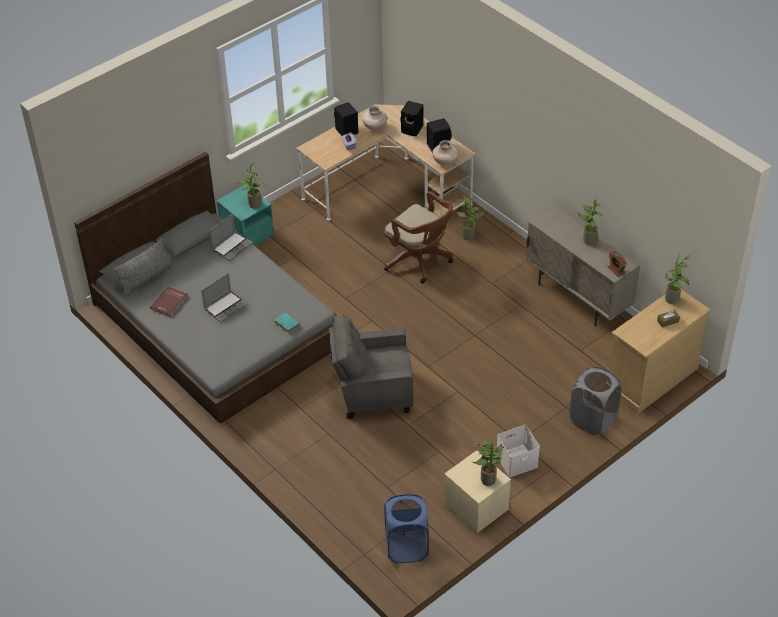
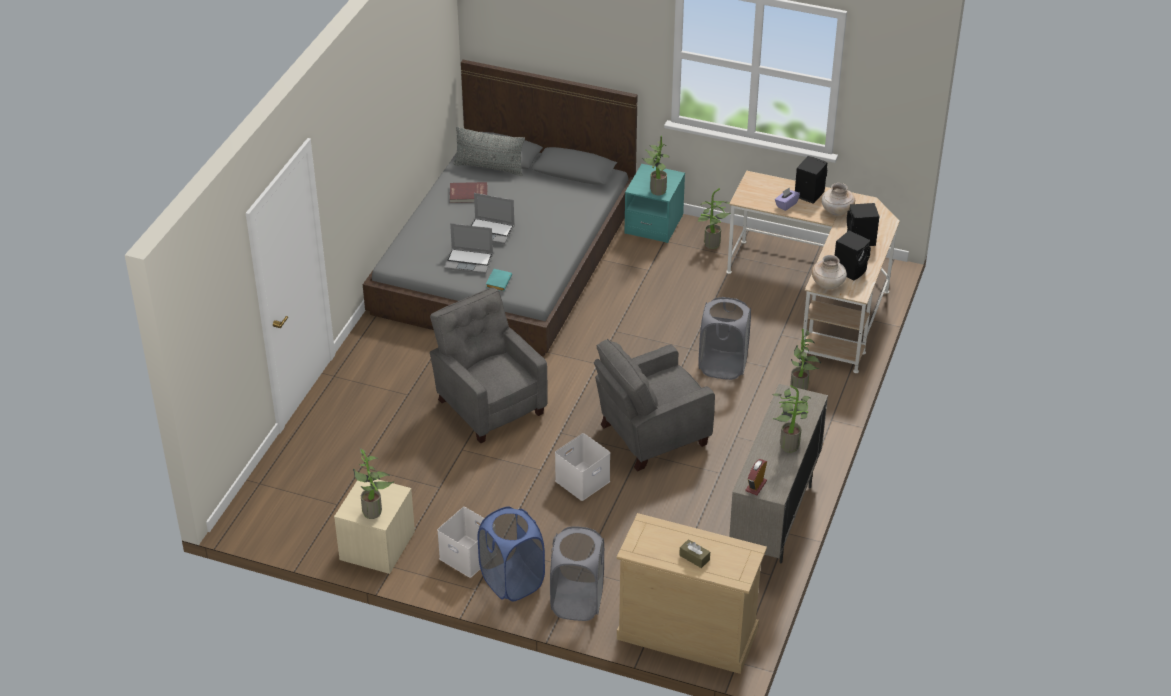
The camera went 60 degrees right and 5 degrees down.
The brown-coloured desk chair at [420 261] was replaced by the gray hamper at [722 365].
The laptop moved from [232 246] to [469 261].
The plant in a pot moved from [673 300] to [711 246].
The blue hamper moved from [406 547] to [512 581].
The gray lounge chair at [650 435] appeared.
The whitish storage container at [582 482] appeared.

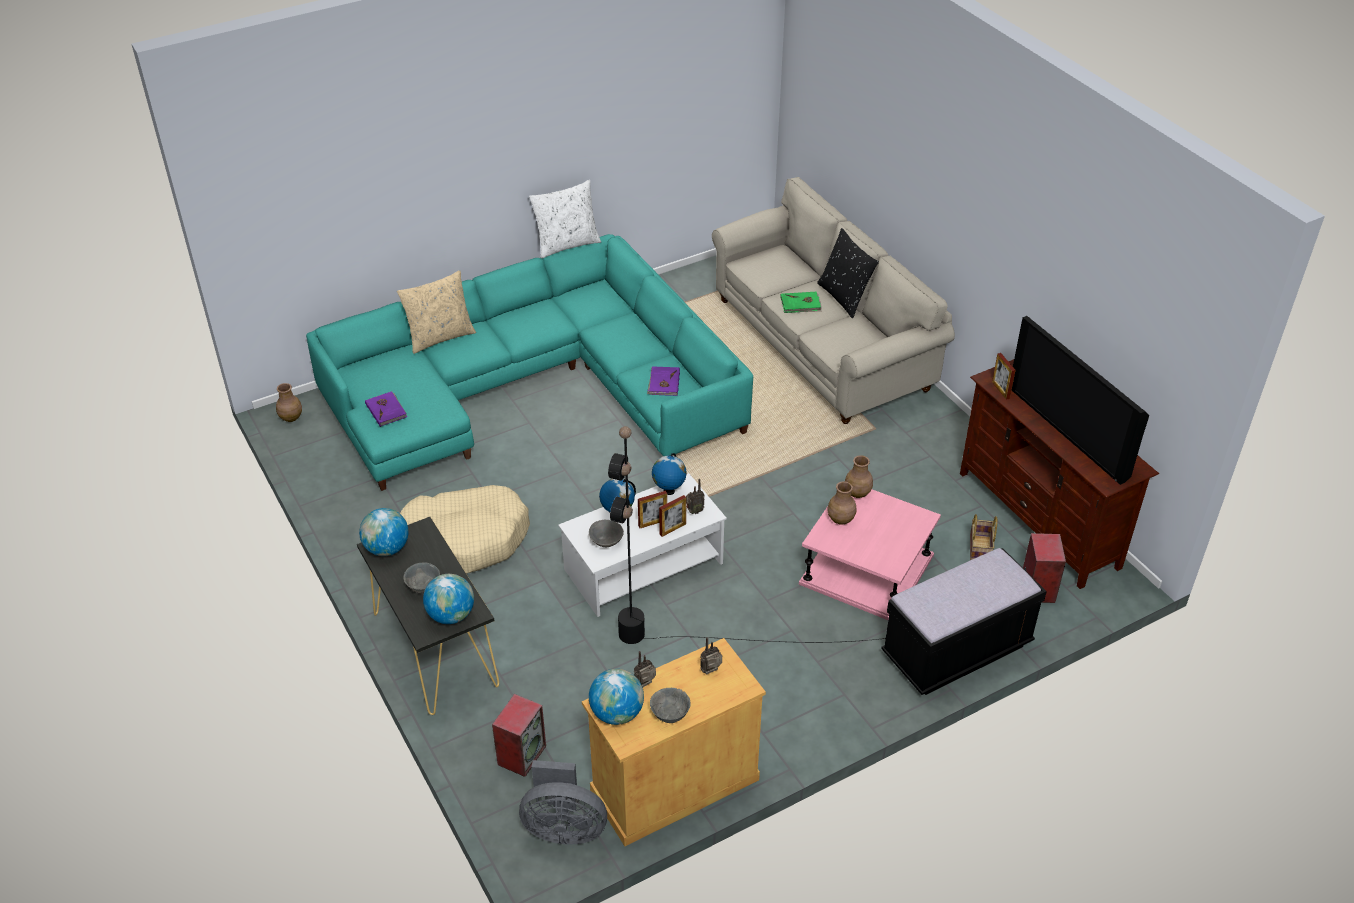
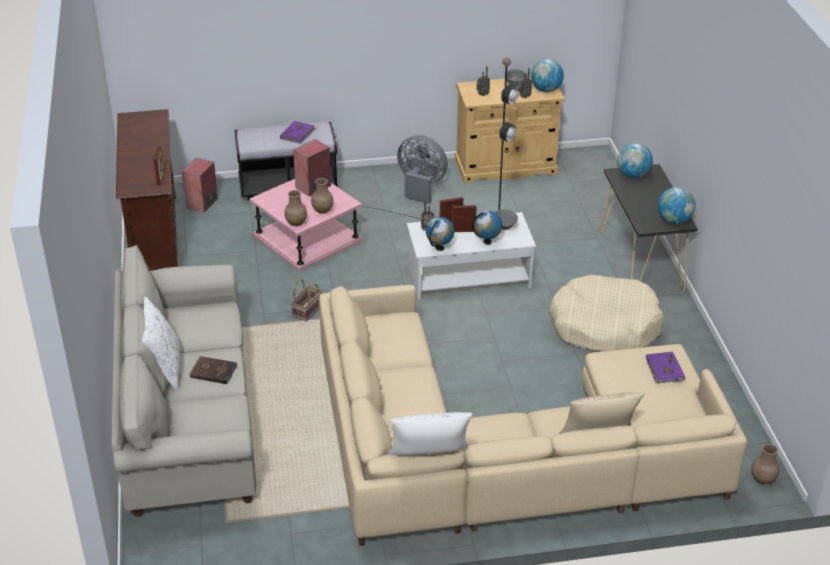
The camera went 160 degrees left and 5 degrees down.
The black-coloured throw pillow at [844 297] became the whitish throw pillow at [164 368].
The turquoise-coloured sofa at [535 386] became the beige sofa at [501 450].
The green-coloured book at [801 304] became the brown-coloured book at [213 371].
The TV set at [1070 431] disappeared.
The purple book moved from [663 383] to [298 133].
The household basket moved from [980 549] to [307 310].
The gray bowl at [424 586] disappeared.
The speaker moved from [521 754] to [313 187].
The gray fan moved from [563 828] to [420 186].

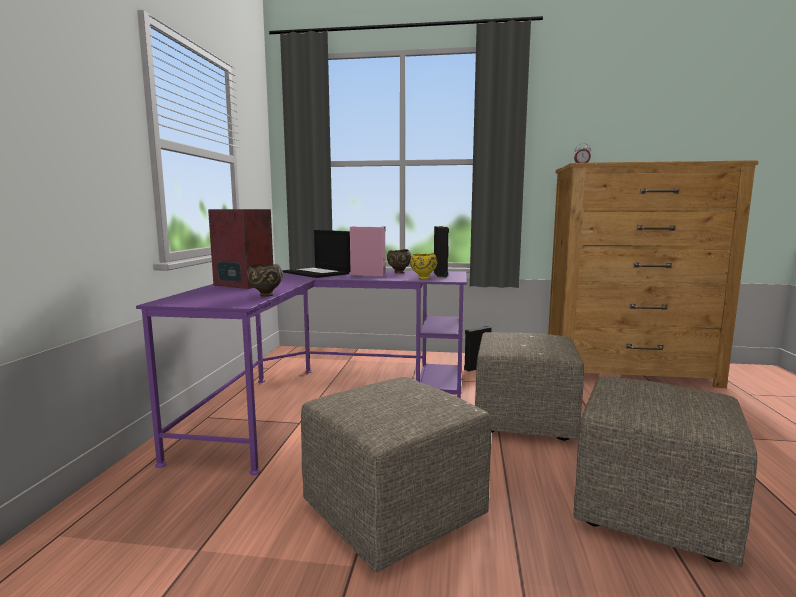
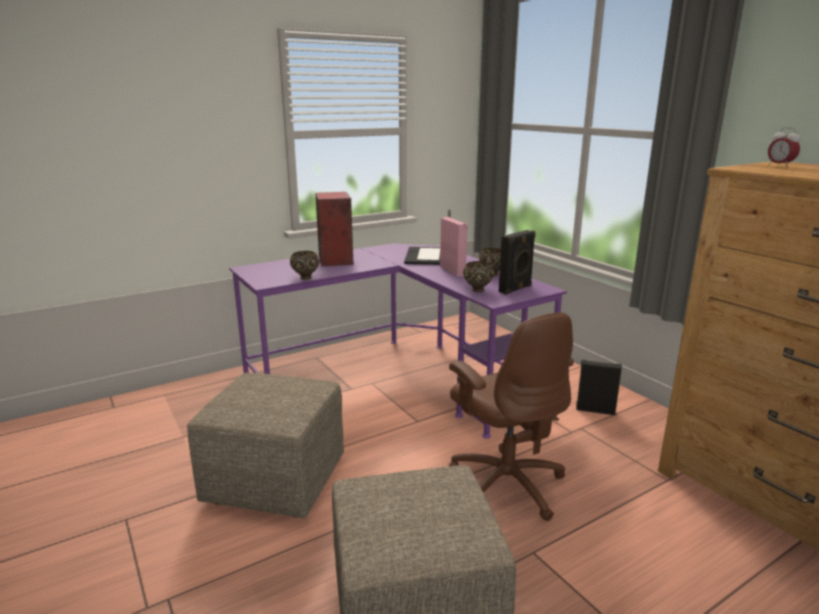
The camera went 50 degrees right and 10 degrees up.
The yellow bowl at [423 278] became the brown-coloured bowl at [477 290].
The beige ottoman at [524 421] was replaced by the brown-coloured desk chair at [506 484].

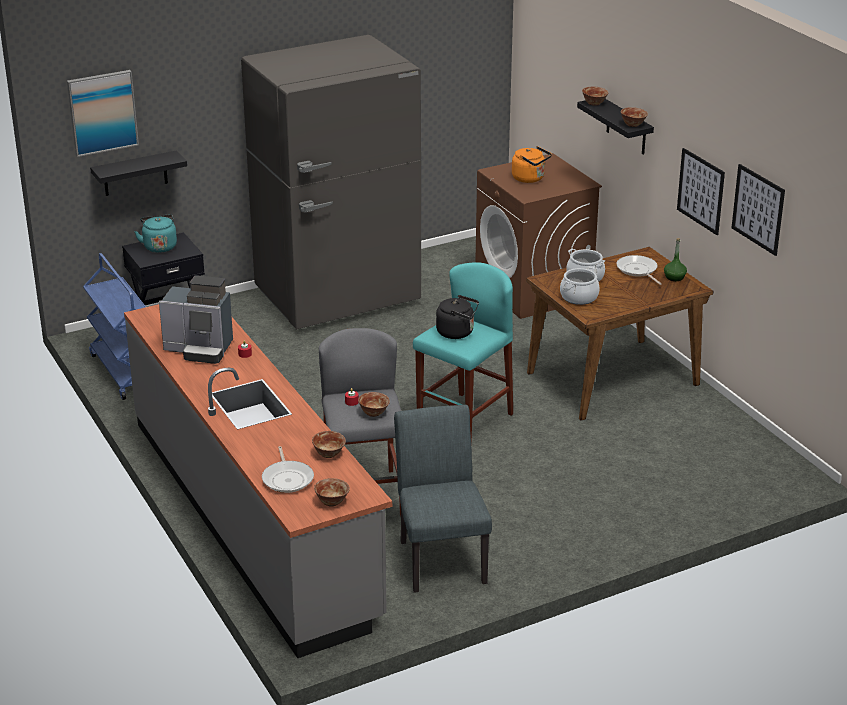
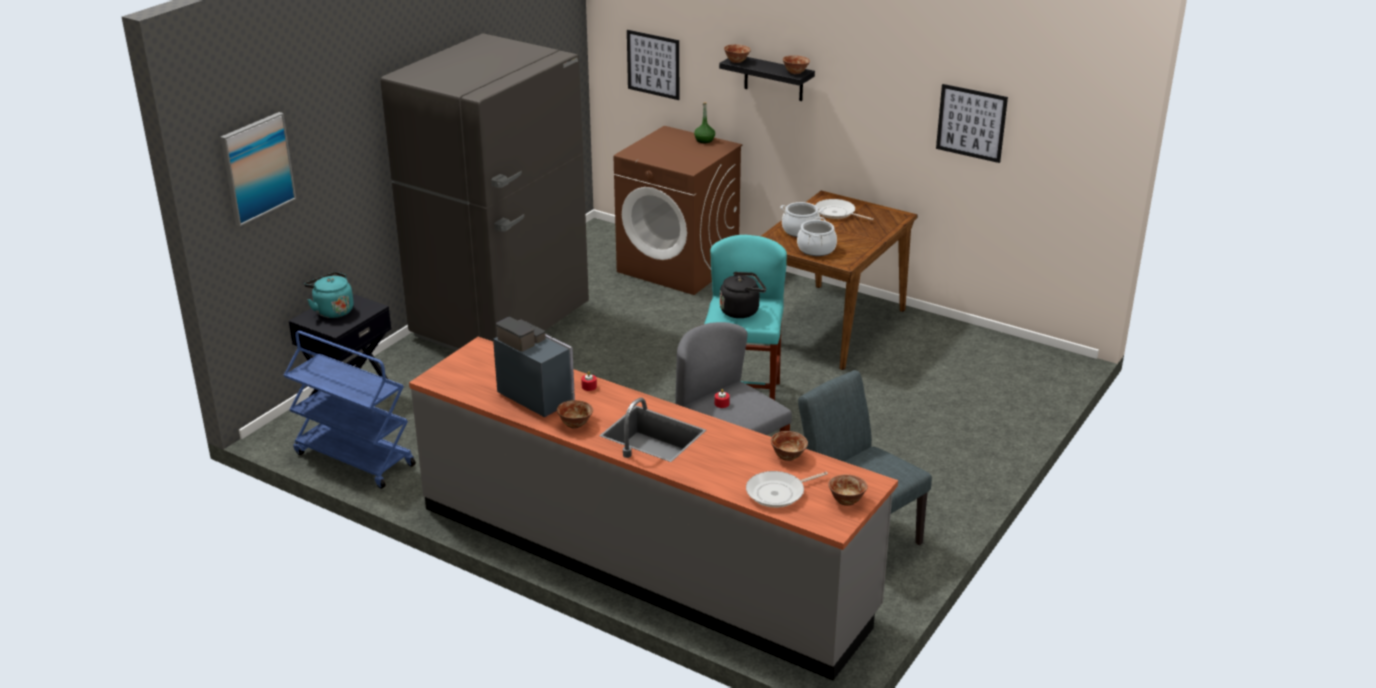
The camera went 30 degrees left and 0 degrees up.
The orange kettle at [530 178] disappeared.
The picture moved from [700 191] to [653 64].
The black-coloured shelf at [135 173] disappeared.
The green-coloured drink bottle moved from [674 277] to [704 140].
The coffee maker at [200 349] turned 120 degrees counterclockwise.
The bowl moved from [373 413] to [575 424].
The frying pan at [287 478] turned 105 degrees clockwise.

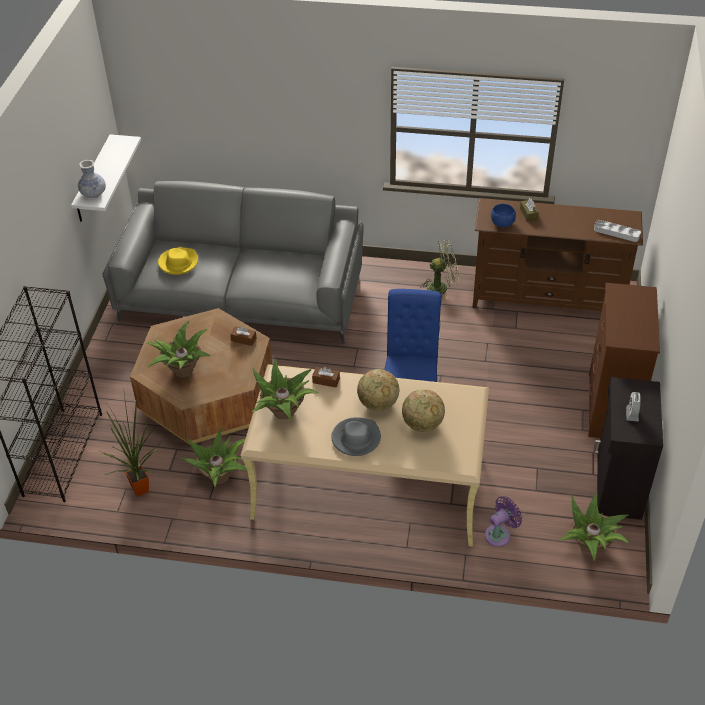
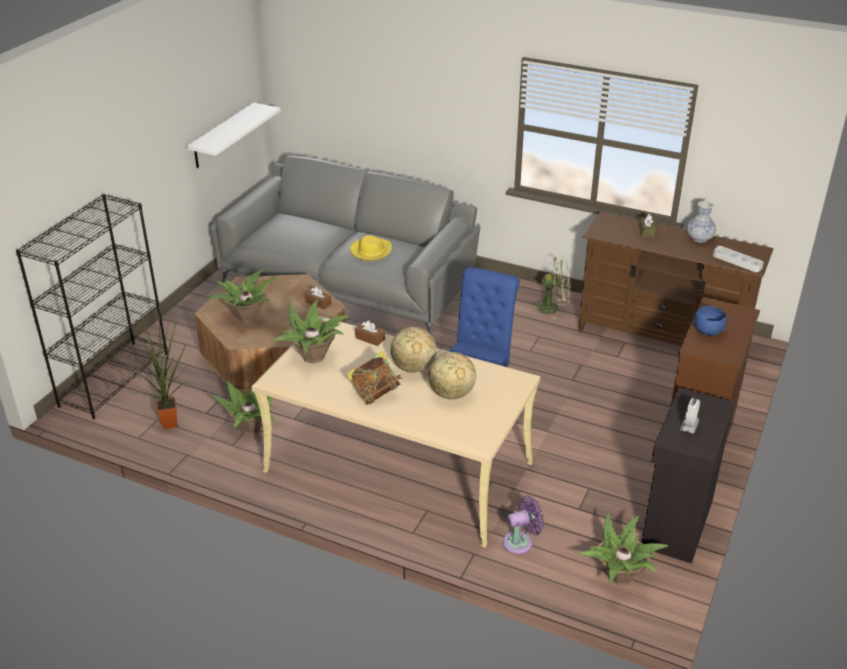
The camera went 15 degrees right and 10 degrees down.
The vase moved from [93 194] to [699 238].
The blue bowl moved from [502 223] to [707 331].
The yellow clothing hat moved from [178 263] to [371 251].
The gray clothing hat at [356 438] was replaced by the book at [375 393].

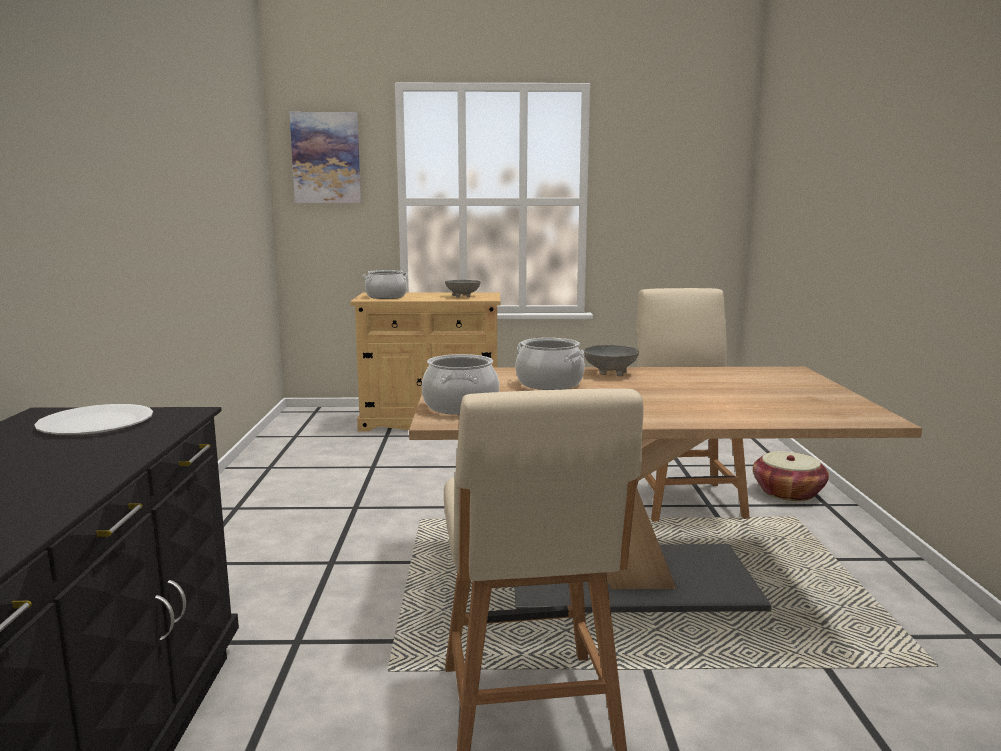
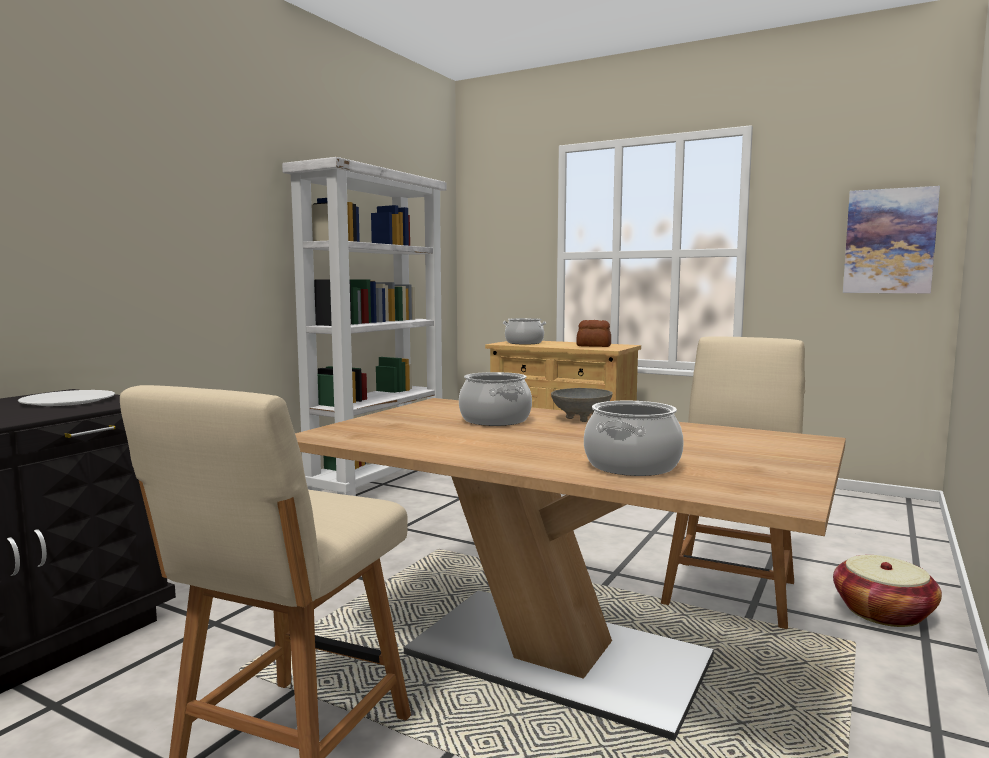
The camera went 30 degrees right and 5 degrees down.
The picture moved from [326 158] to [889 241].
The gray bowl at [463 296] was replaced by the baked bread at [594 346].
The saucepot moved from [460 406] to [631 466].
The whitish bookcase at [378 484] appeared.

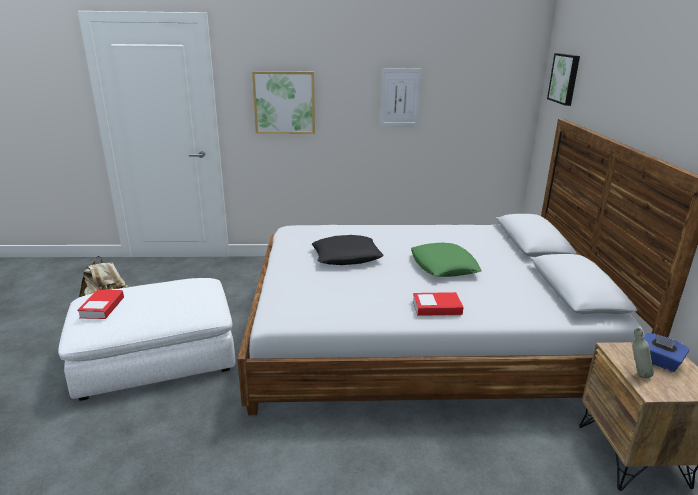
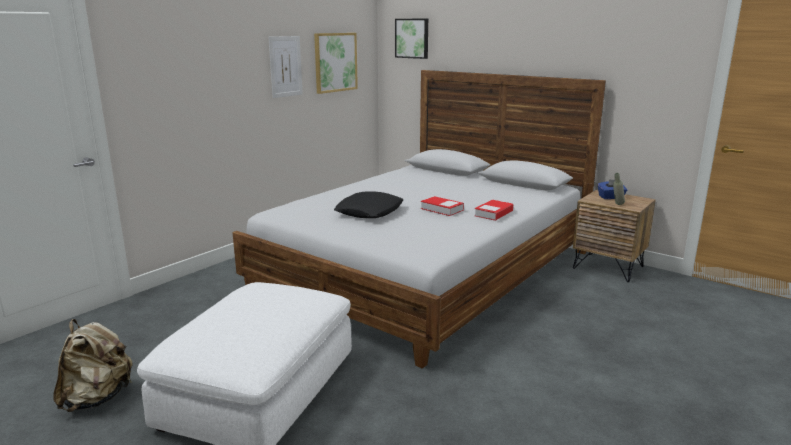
The camera went 50 degrees left and 5 degrees down.
The picture moved from [284 102] to [335 62].
The green-coloured throw pillow at [444 266] disappeared.
The book moved from [102 307] to [442 209].

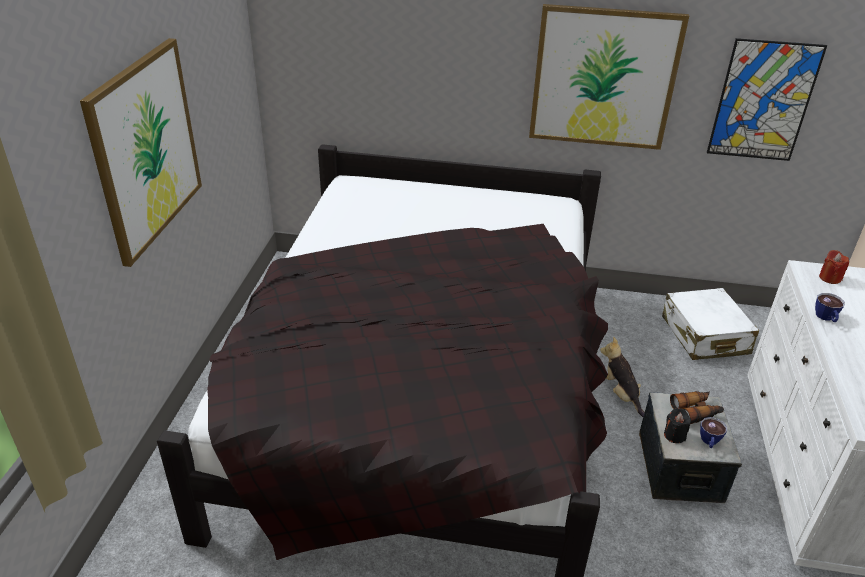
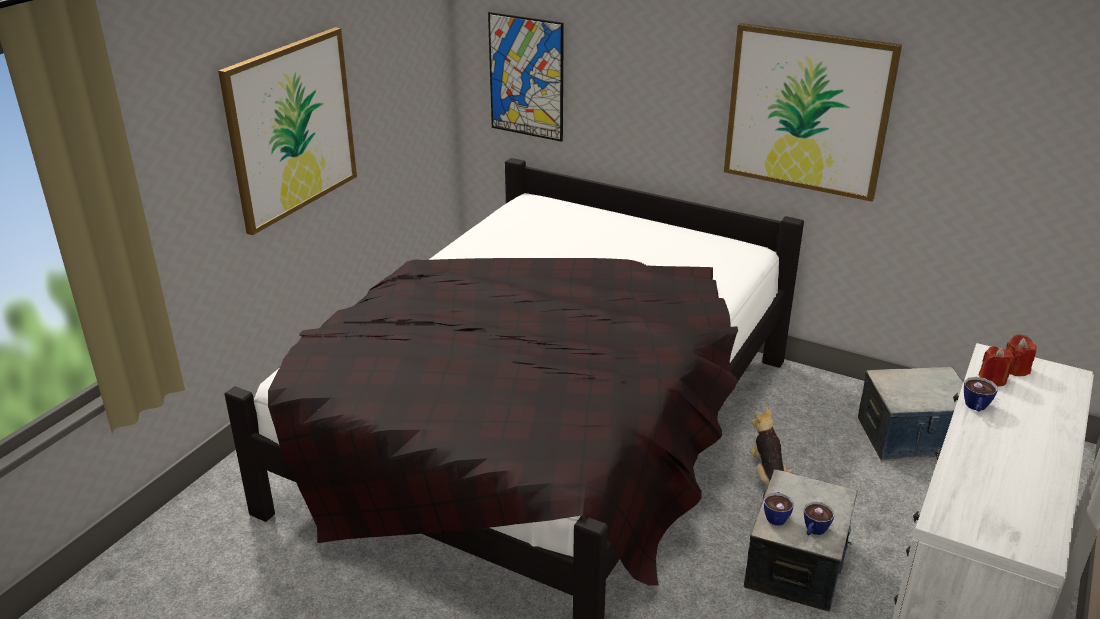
The camera went 20 degrees right and 5 degrees down.
The picture moved from [763 101] to [526 77].
The whitish suitcase at [704 335] was replaced by the storage container at [911 438].
The field glasses at [696 411] disappeared.
The black-coloured wax light at [674 435] was replaced by the small cup at [776 516].
The red-coloured wax light at [992 379] appeared.

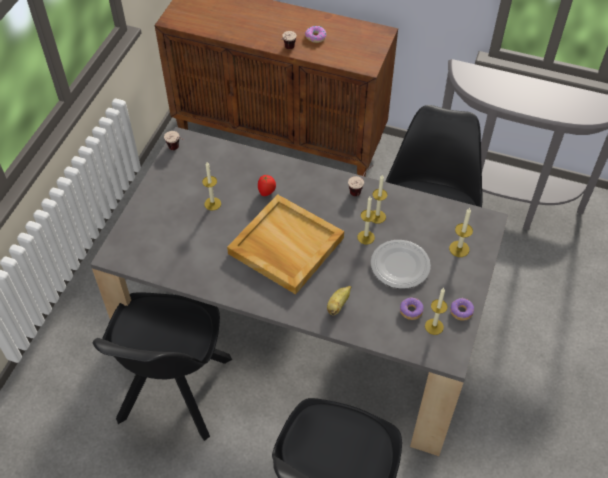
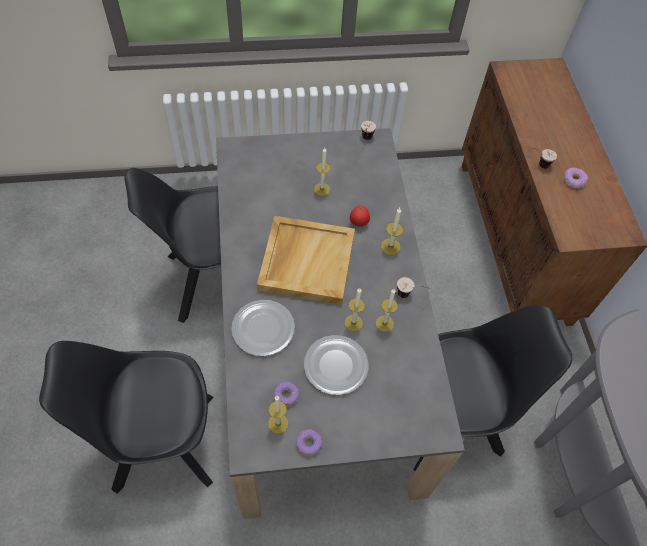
The camera went 60 degrees right and 5 degrees up.
The wax light moved from [459 249] to [390 246].
The banana fruit at [338 305] was replaced by the dinner plate at [262 329].

